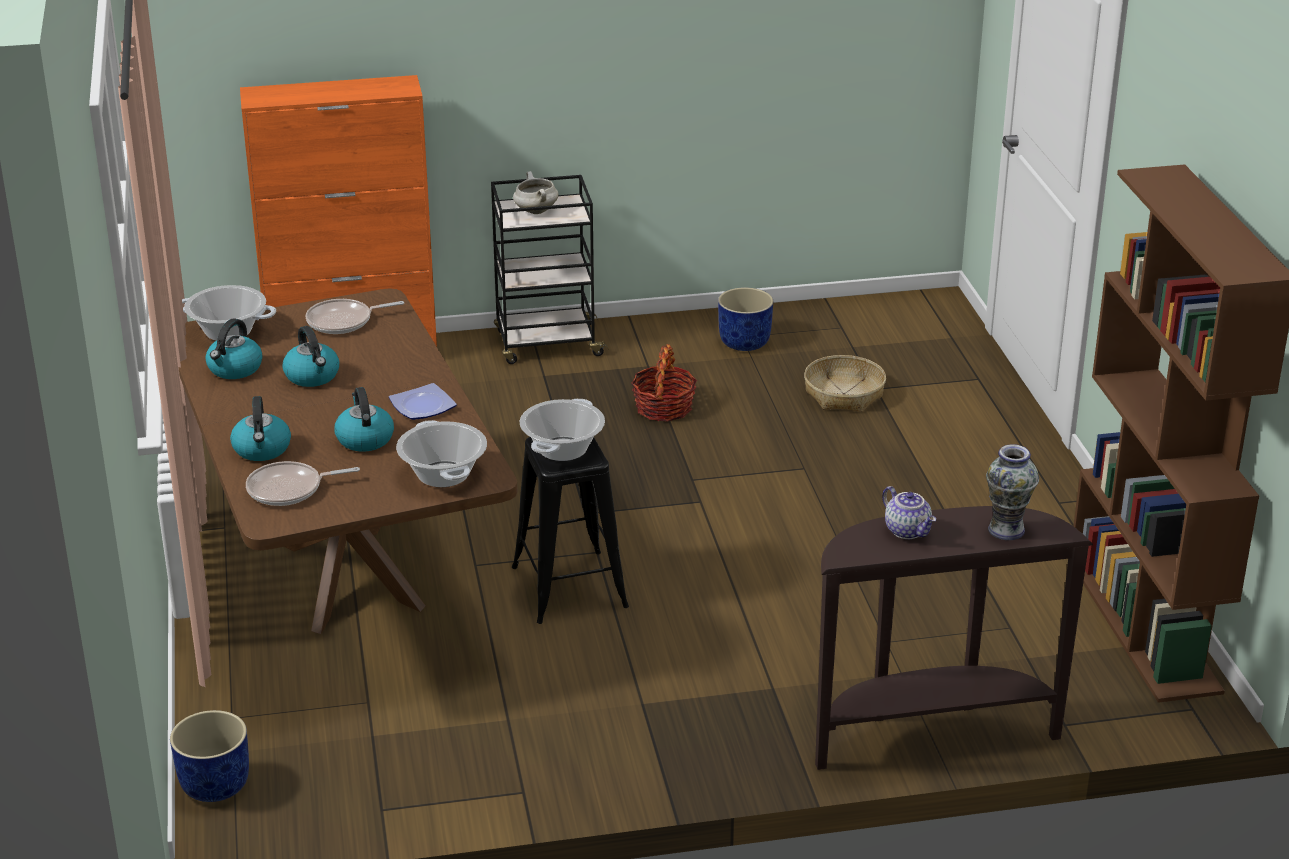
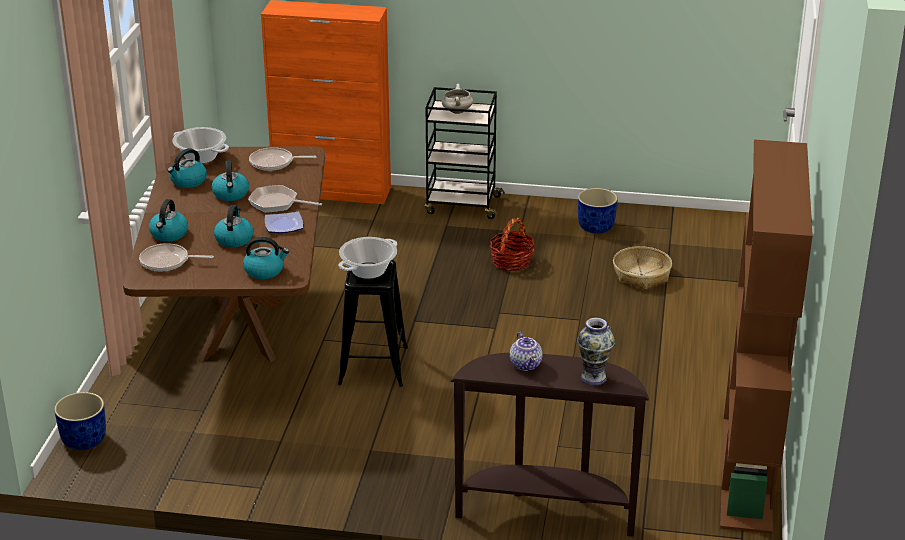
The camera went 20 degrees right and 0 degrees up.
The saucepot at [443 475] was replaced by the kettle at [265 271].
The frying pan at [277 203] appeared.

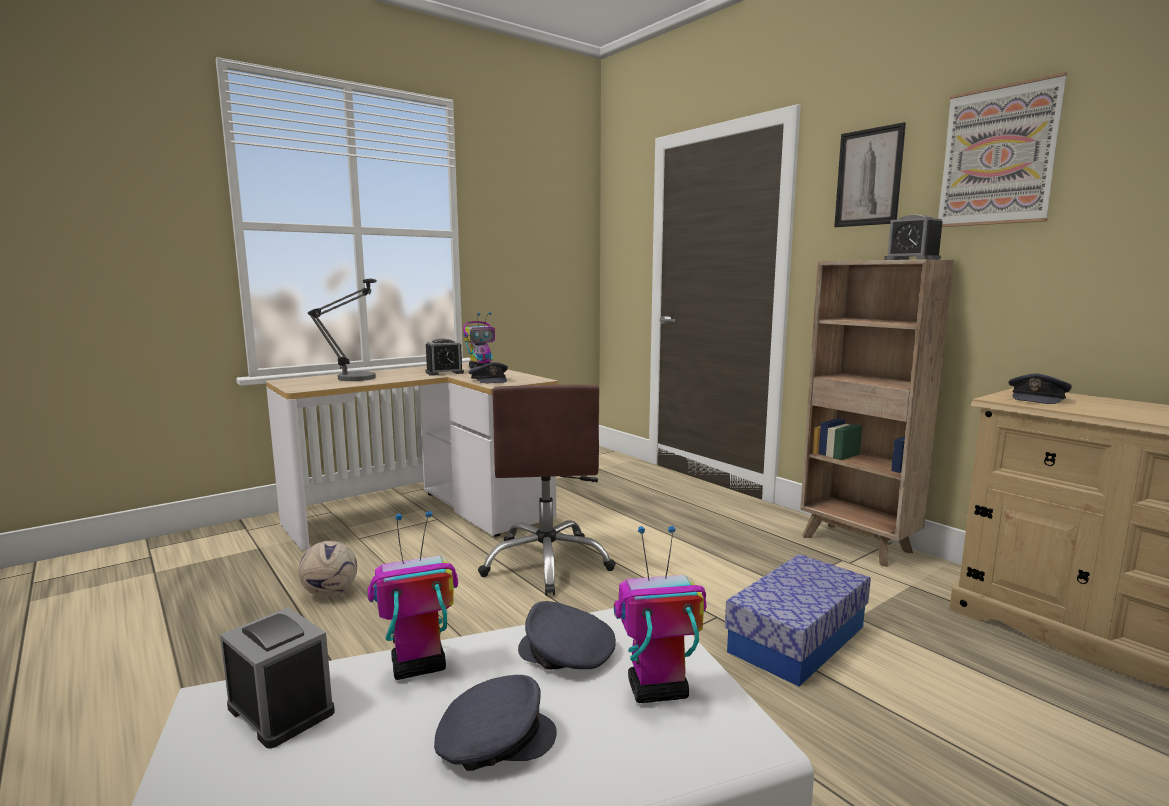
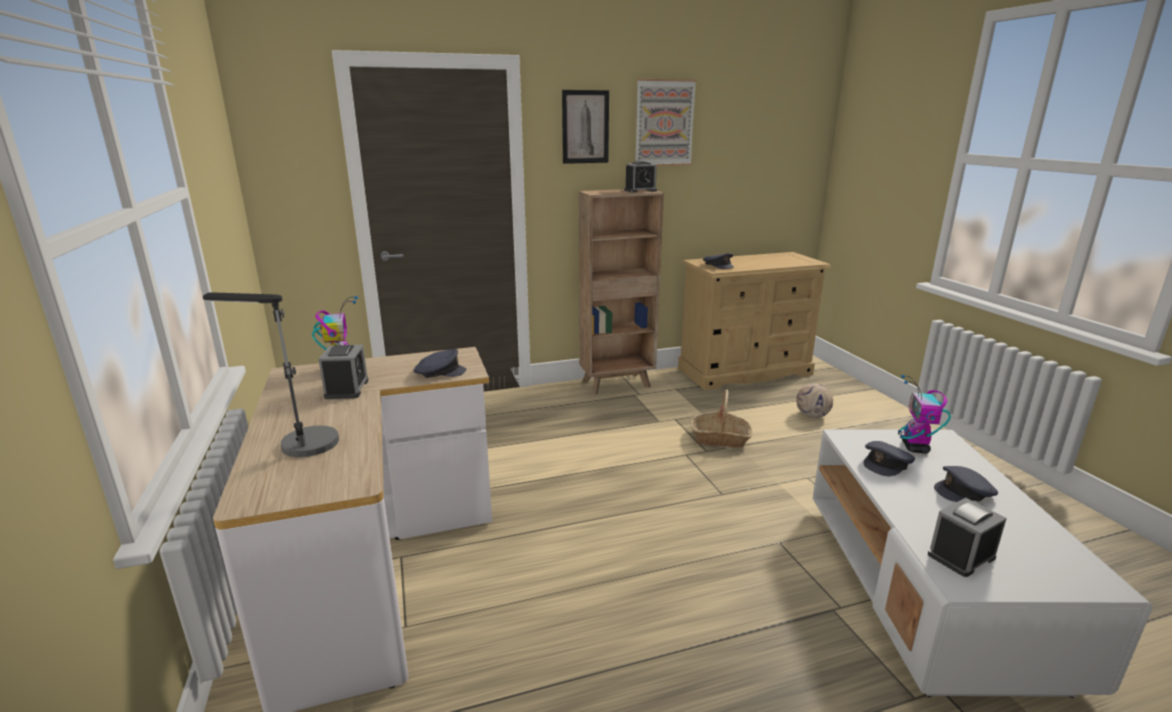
The camera went 70 degrees left and 10 degrees up.
The brown-coloured desk chair at [547 563] disappeared.
The toy robot at [417 667] disappeared.
The football ball moved from [329 593] to [812 416].
The storage container at [797 639] was replaced by the household basket at [720 438].
The gray baseball cap at [493 740] turned 105 degrees counterclockwise.

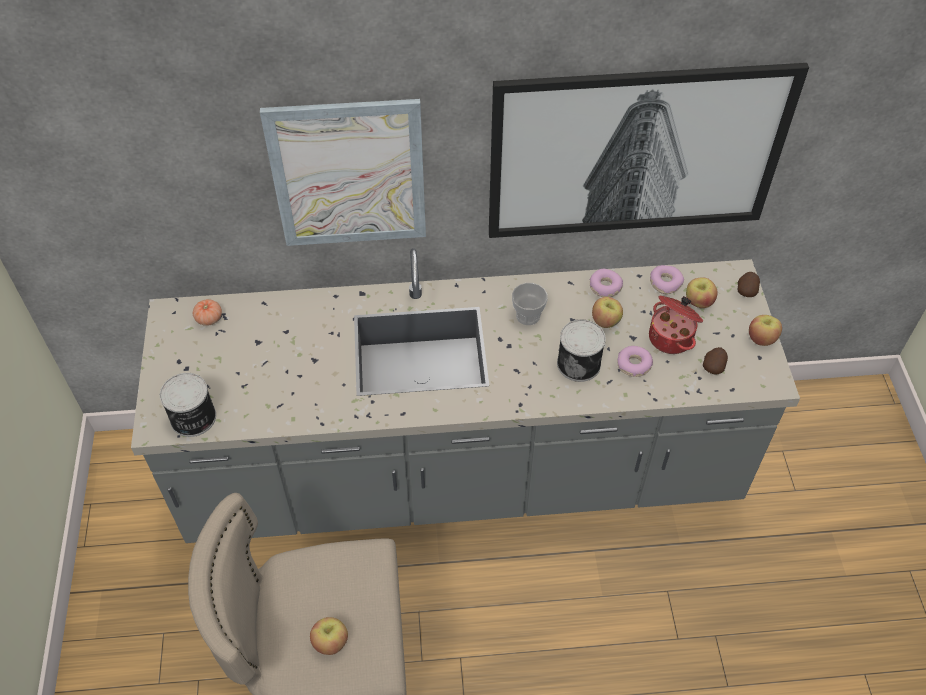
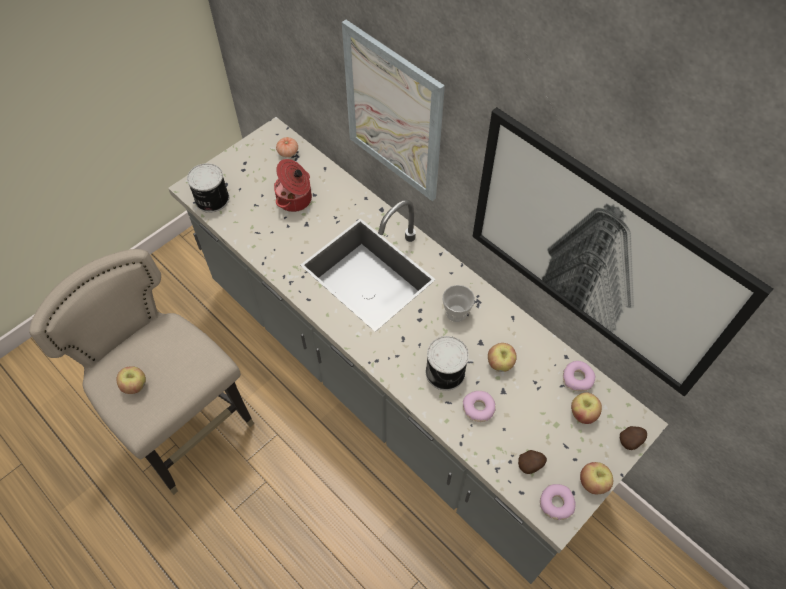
The camera went 50 degrees right and 5 degrees up.
The ring doughnut moved from [605 287] to [555 503].
The saucepot moved from [671 337] to [295 199].

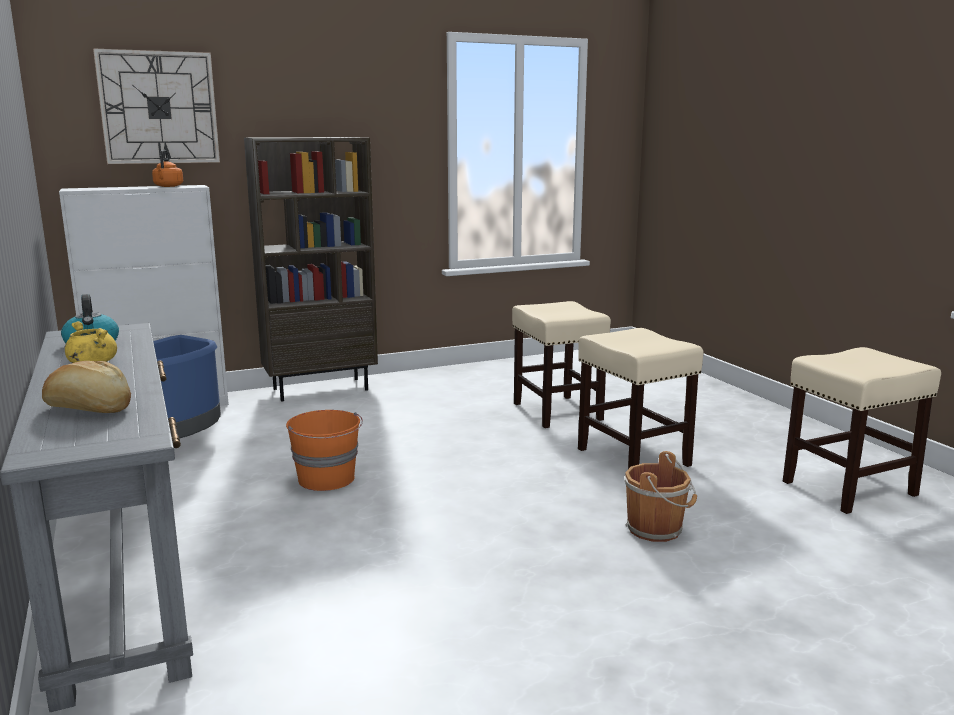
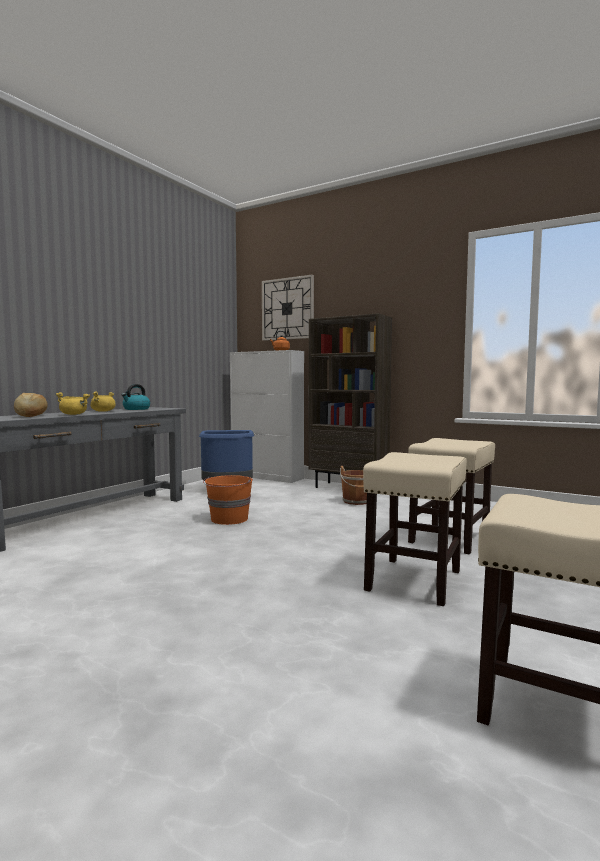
The camera went 55 degrees right and 10 degrees down.
The brown-coloured water bucket moved from [657 529] to [356 502].
The yellow saucepot at [74 414] appeared.

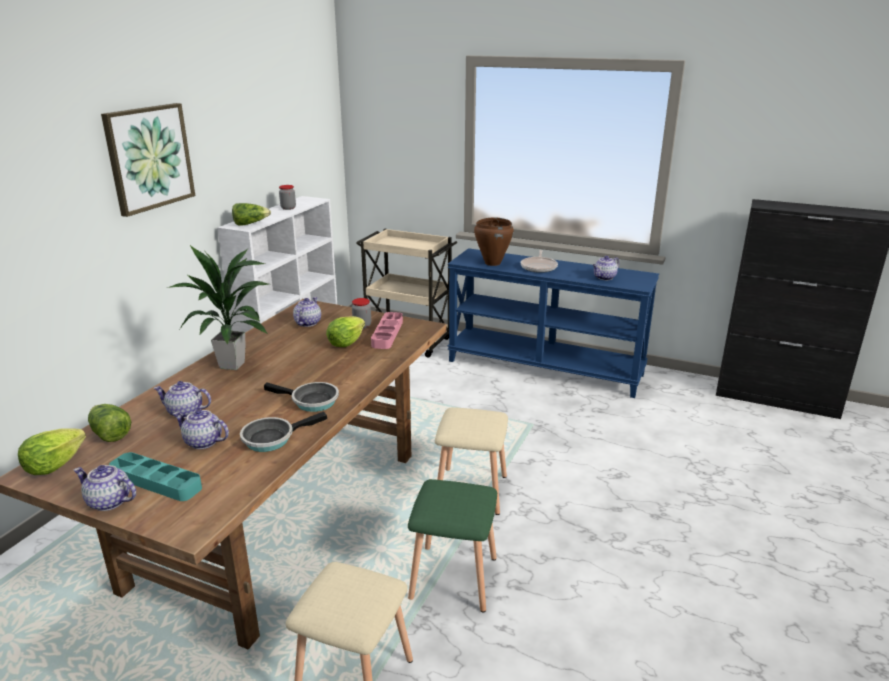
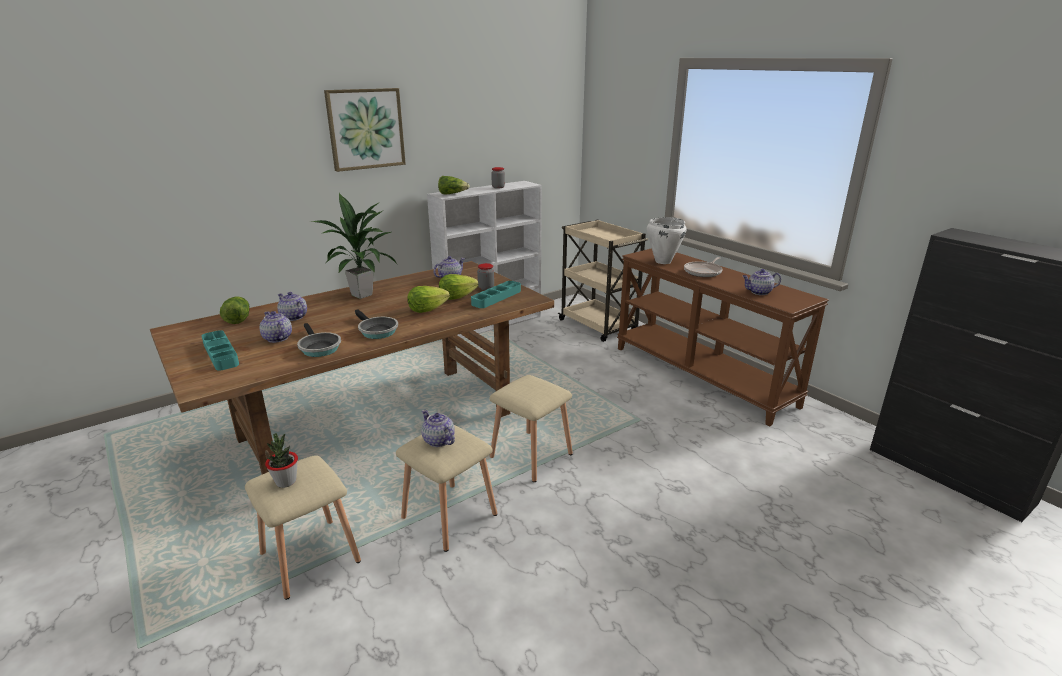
The camera went 30 degrees right and 0 degrees up.
The brown-coloured saucepot at [492 263] became the whitish saucepot at [662 261].
The blue console table at [545 367] became the brown-coloured console table at [703 375].
The pink-coloured carrying tray at [387 333] became the turquoise-coloured carrying tray at [496 297].
The frying pan at [272 438] turned 120 degrees counterclockwise.
The lettuce moved from [54 465] to [427 310].
The teapot moved from [108 502] to [438 440].
The green-coloured sitting stool at [454 579] became the beige sitting stool at [449 517].
The plant in a pot at [286 482] appeared.

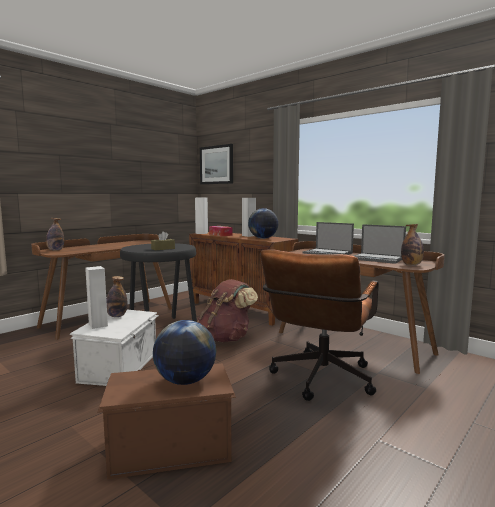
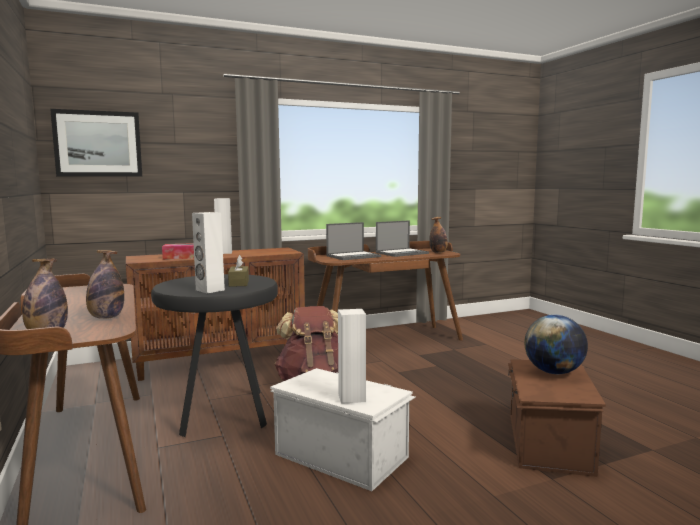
The camera went 65 degrees left and 0 degrees up.
The whitish speaker moved from [201 233] to [209 290].
The globe at [263 238] disappeared.
The brown-coloured desk chair at [319 381] disappeared.
The drink bottle moved from [117 316] to [106 317].

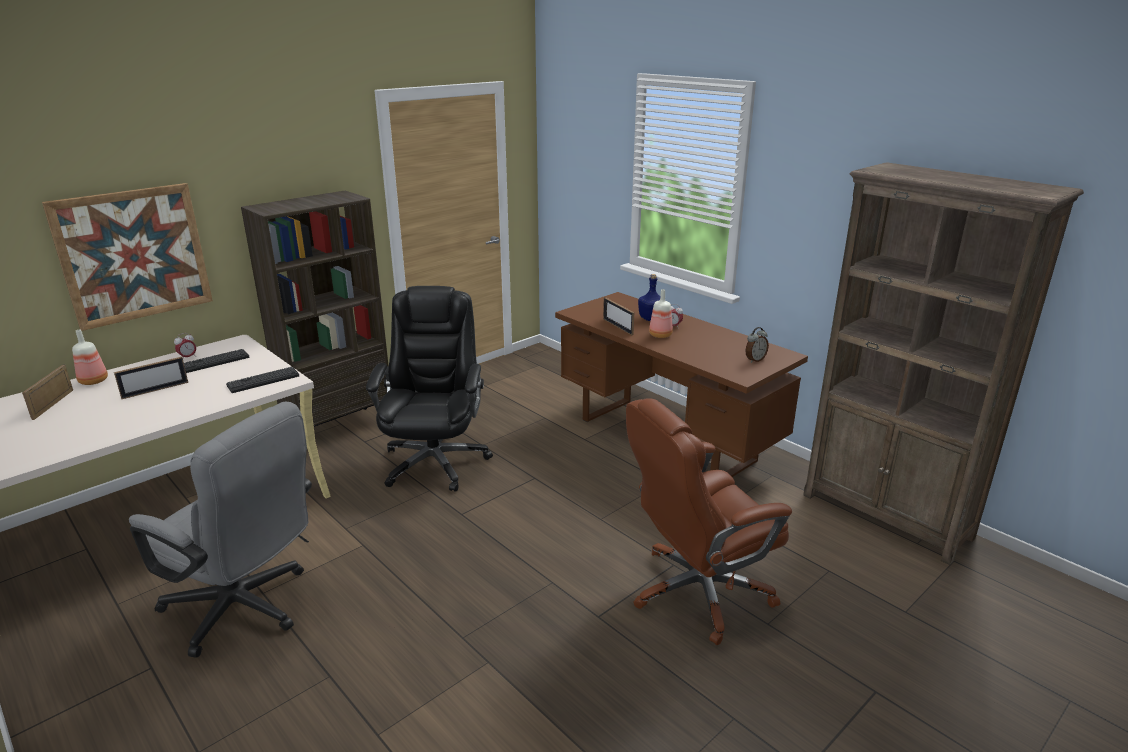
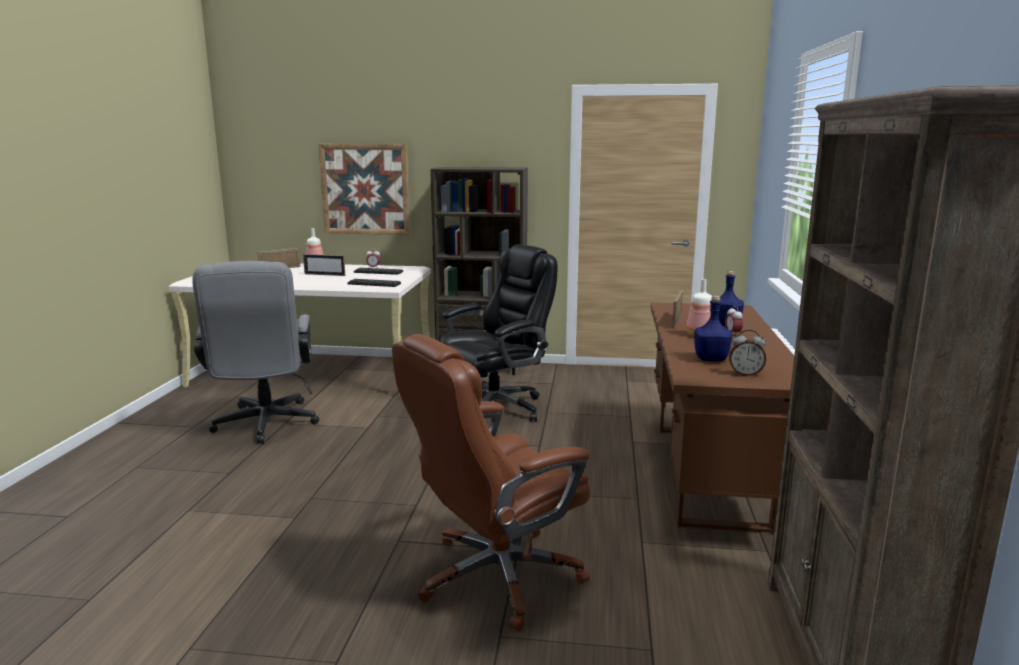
The camera went 50 degrees right and 10 degrees down.
The brown-coloured desk chair at [698 592] turned 60 degrees counterclockwise.
The blue drink bottle at [710 359] appeared.

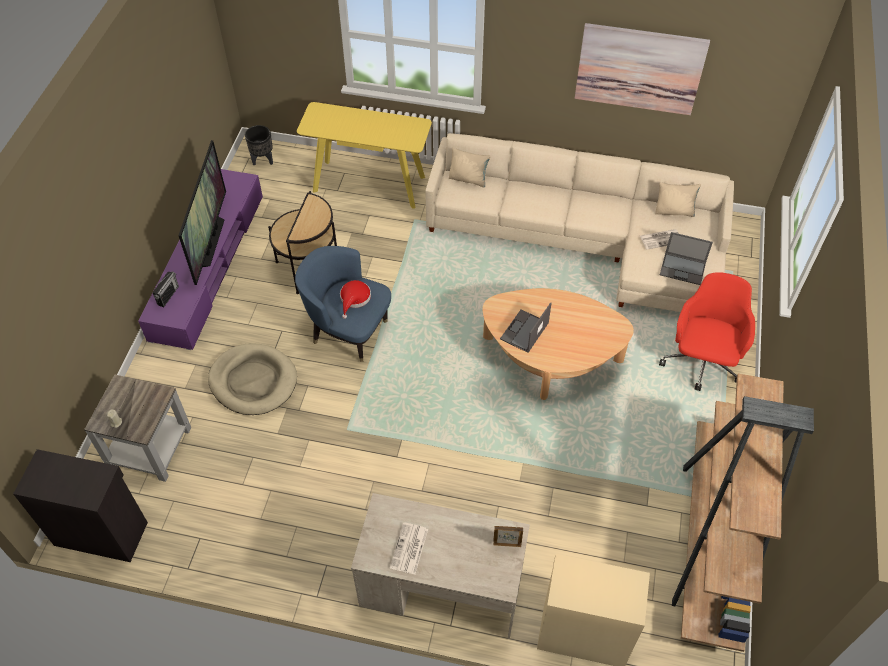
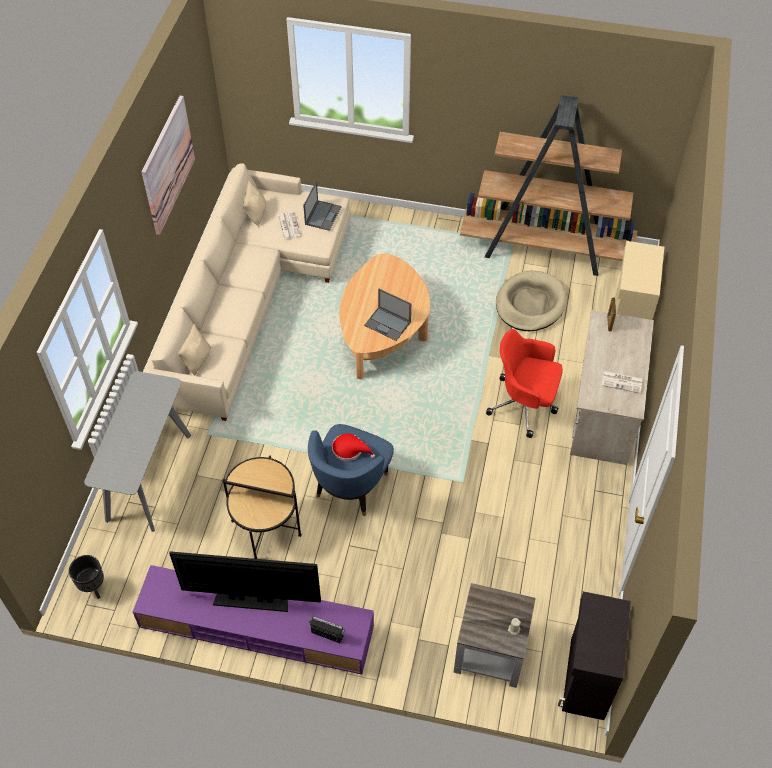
The camera went 90 degrees left and 0 degrees up.
The yellow console table at [369 183] became the gray console table at [149 476].
The red-coloured desk chair moved from [701 362] to [524 405].
The beige pet bed moved from [253 381] to [530 304].

